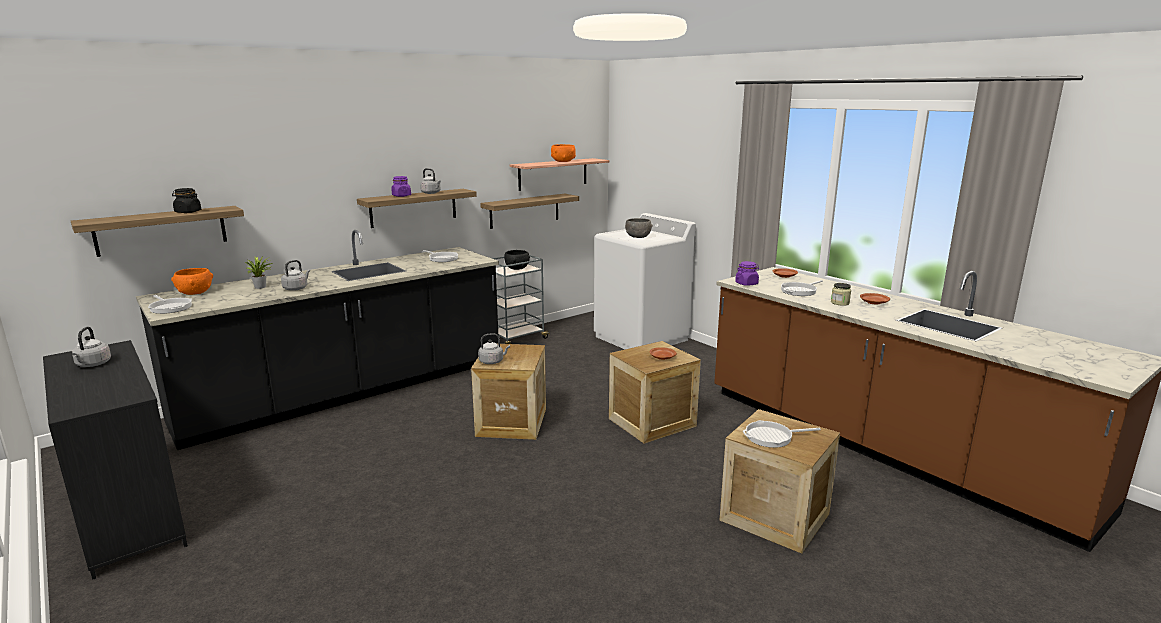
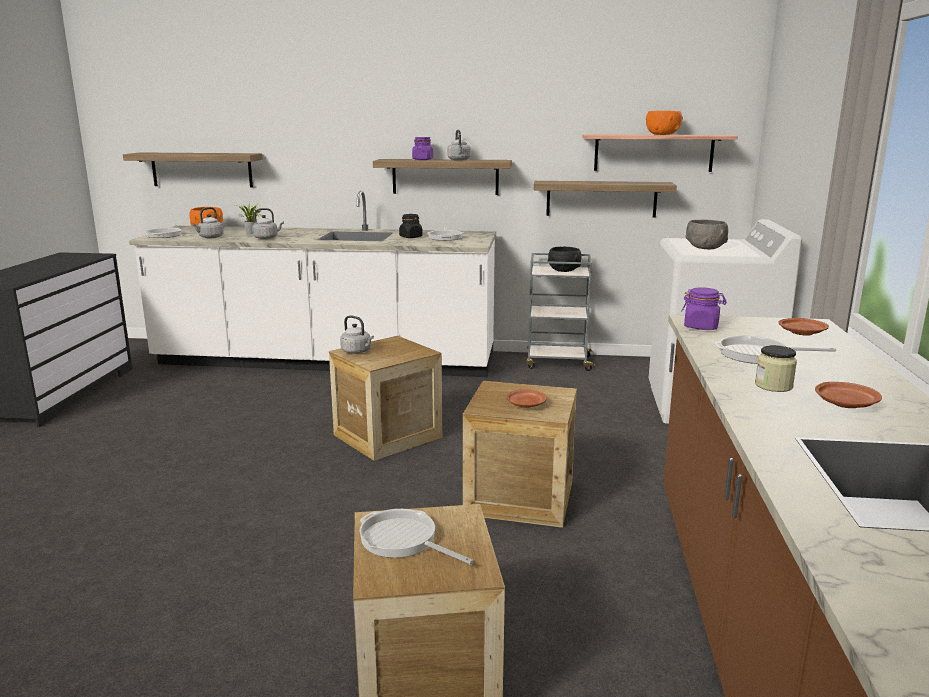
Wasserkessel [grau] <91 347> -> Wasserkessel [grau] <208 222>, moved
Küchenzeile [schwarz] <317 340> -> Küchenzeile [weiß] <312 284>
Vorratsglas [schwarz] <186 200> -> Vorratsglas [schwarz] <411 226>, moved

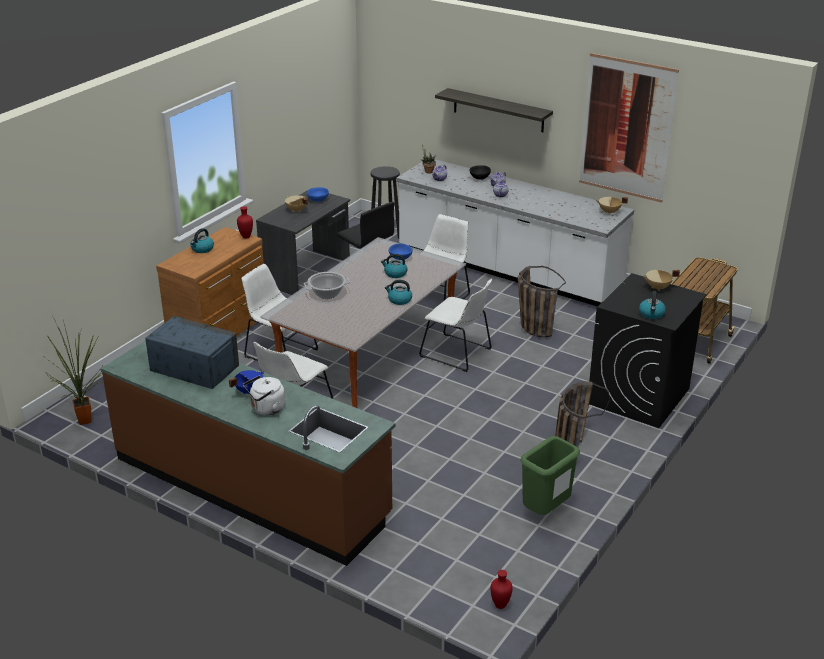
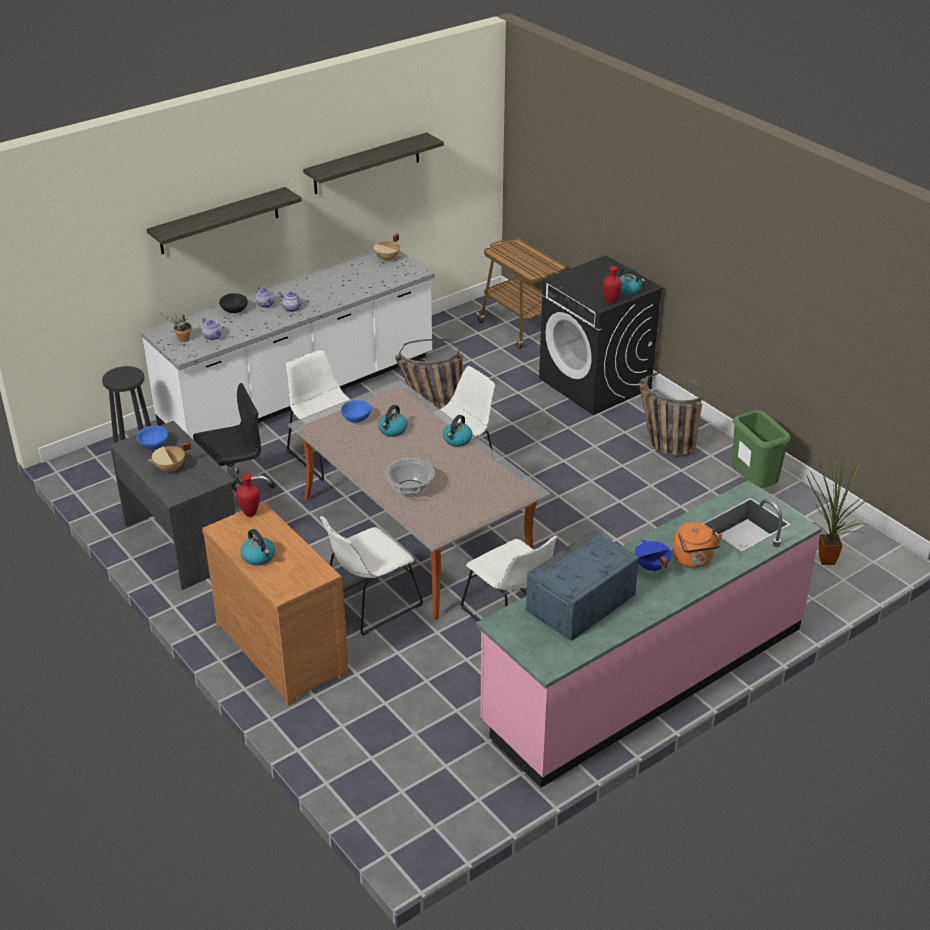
Topfpflanze <75 371> -> Topfpflanze <839 507>, moved
Küchenzeile [braun] <248 453> -> Küchenzeile [rosa] <649 634>
Wasserkessel [weiß] <264 395> -> Wasserkessel [orange] <697 545>
Vase [rot] <501 589> -> Vase [rot] <612 285>, moved
Bild <629 128> -> Wandregal <373 163>
Kochtopf [beige] <661 280> -> none

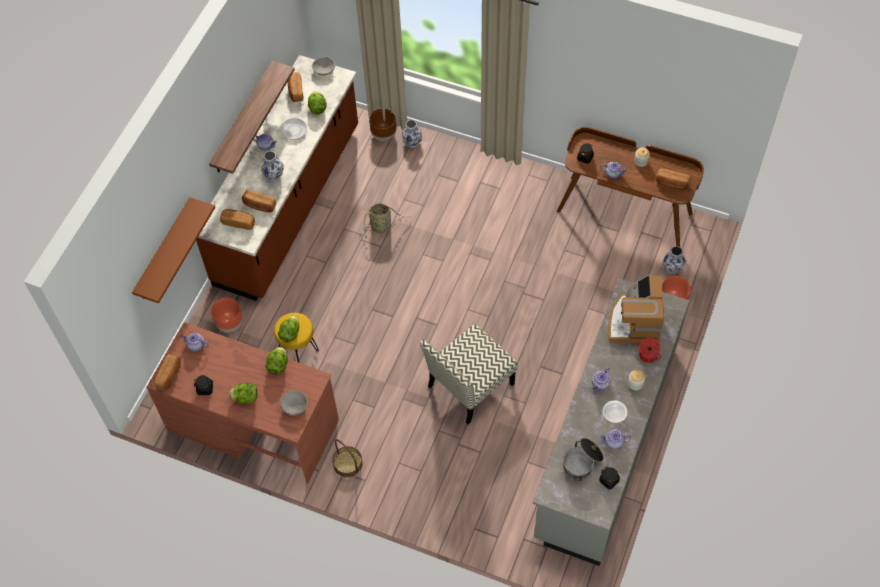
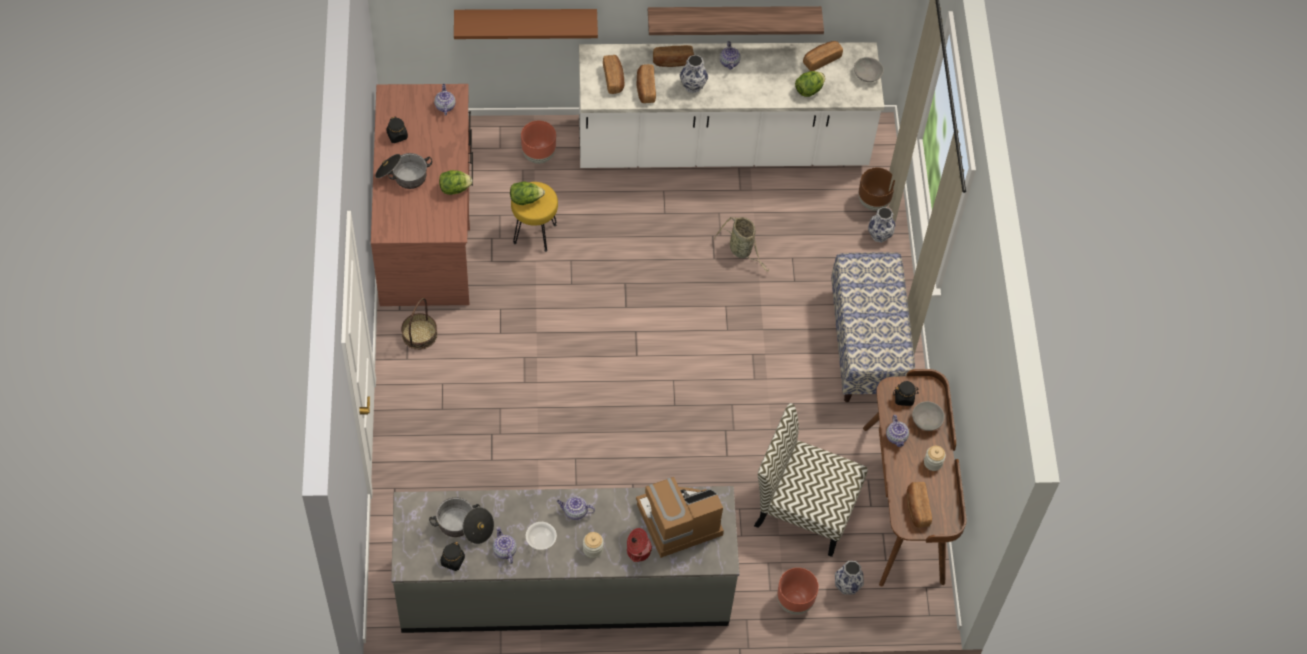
Brot <167 372> -> Brot <673 56>, moved
Küchenzeile [braun] <277 178> -> Küchenzeile [weiß] <731 105>
Salatkopf <243 393> -> Kochtopf <403 171>
Pfanne <284 129> -> none
Schüssel [grau] <294 402> -> Schüssel [grau] <928 416>, moved
Stuhl <469 374> -> Stuhl <811 480>, moved
none -> Bank <873 327>

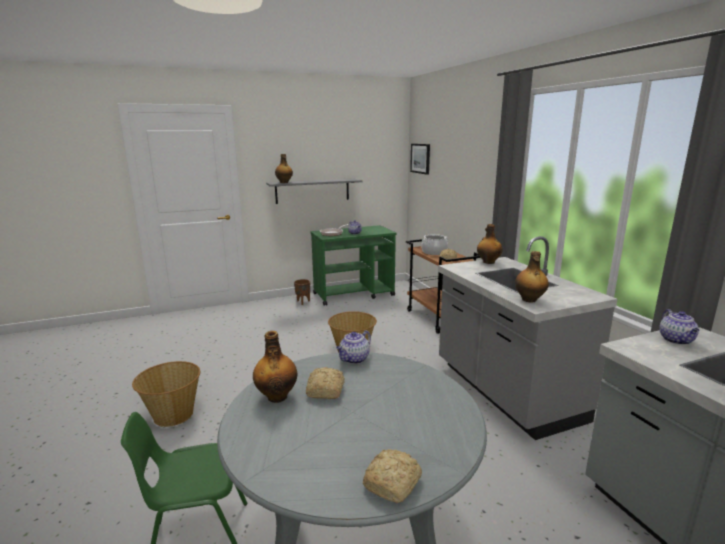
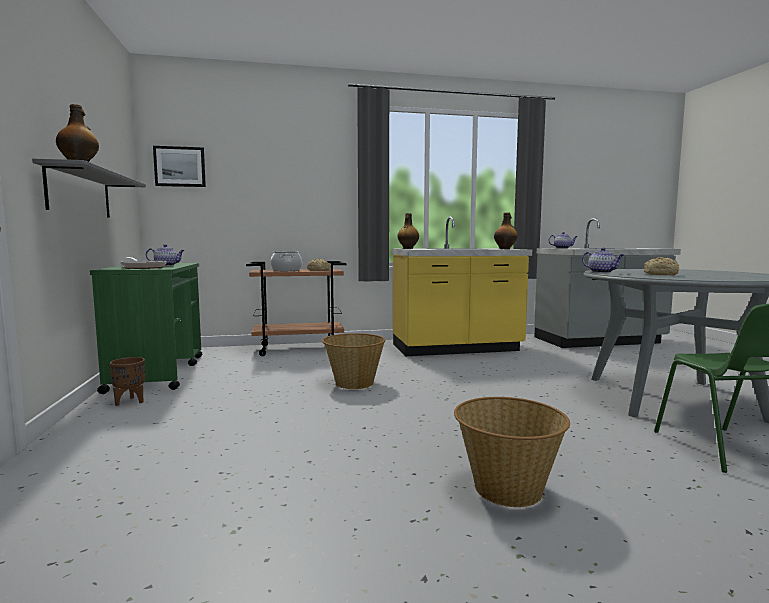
Flasche <275 367> -> none
Brot <392 476> -> none
Küchenzeile [grau] <528 338> -> Küchenzeile [gelb] <462 286>

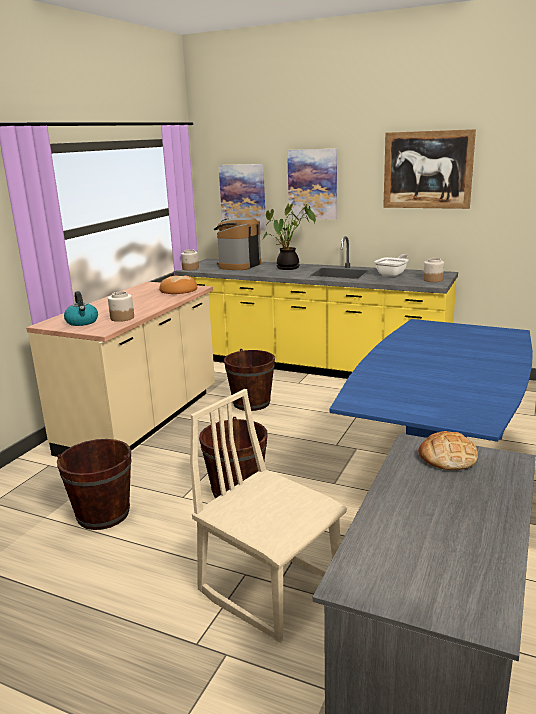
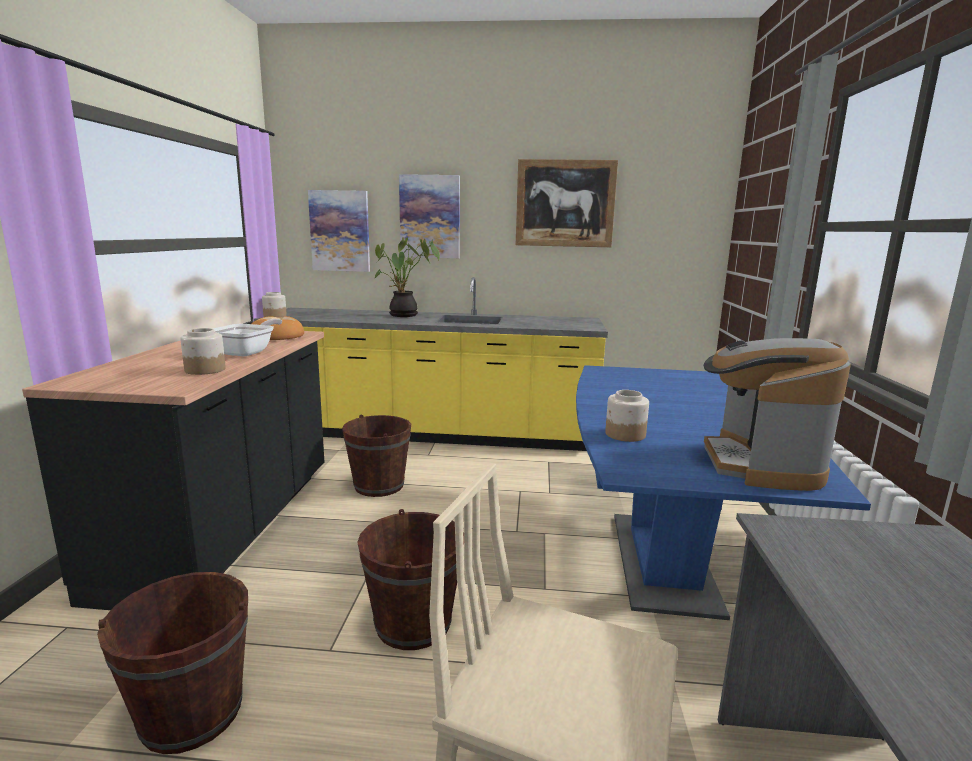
Küchenzeile [beige] <120 369> -> Küchenzeile [schwarz] <173 470>
Wasserkessel <81 308> -> none
Kaffeemaschine <237 243> -> Kaffeemaschine <777 414>, moved
Pfanne <391 265> -> Pfanne <247 337>, moved
Brot <448 450> -> none
Vorratsglas <433 270> -> Vorratsglas <627 416>, moved

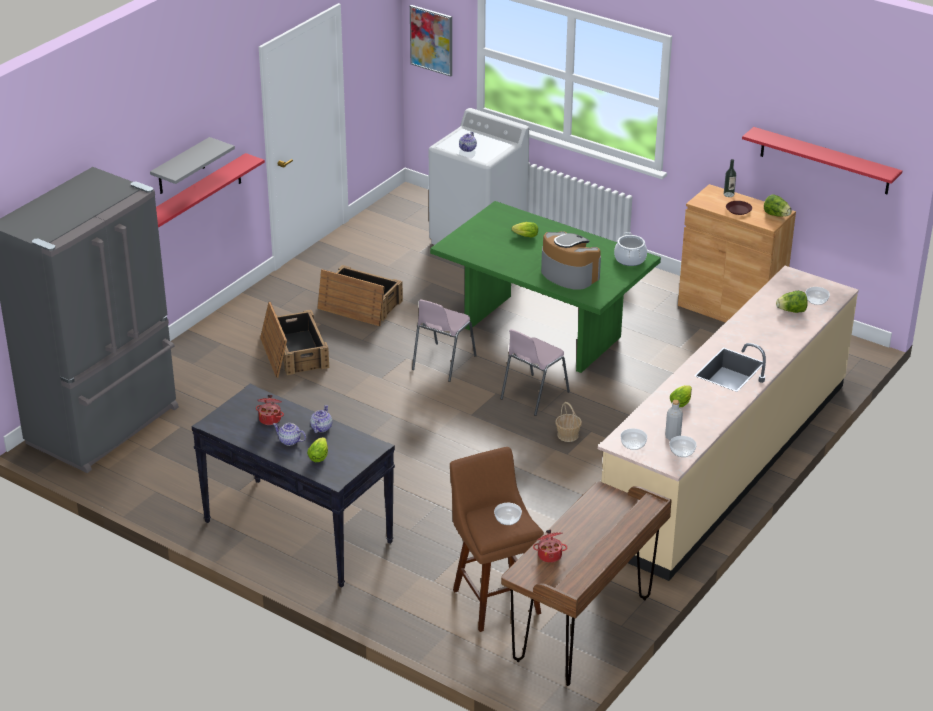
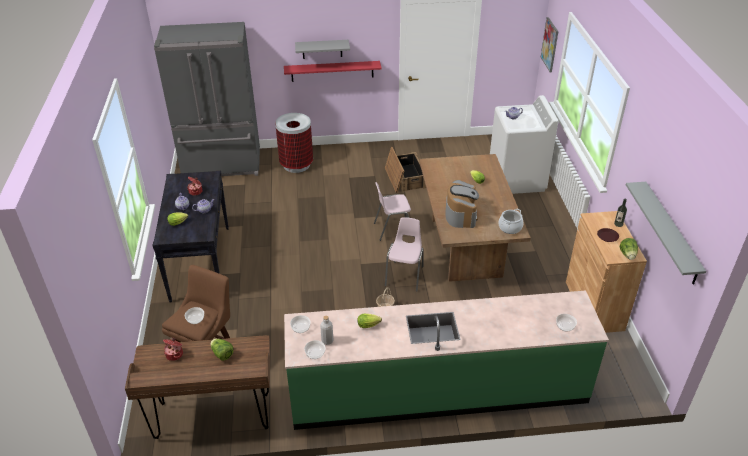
Kiste <294 340> -> none
Esstisch [grün] <545 287> -> Esstisch [braun] <475 218>
Stuhl [rosa] <535 372> -> Stuhl [rosa] <404 254>, 105 degrees clockwise
Küchenzeile [beige] <728 423> -> Küchenzeile [grün] <446 360>
Wandregal [rot] <822 160> -> Wandregal [grau] <666 233>
Salatkopf <792 302> -> Salatkopf <222 350>, moved
none -> Mülleimer <294 143>

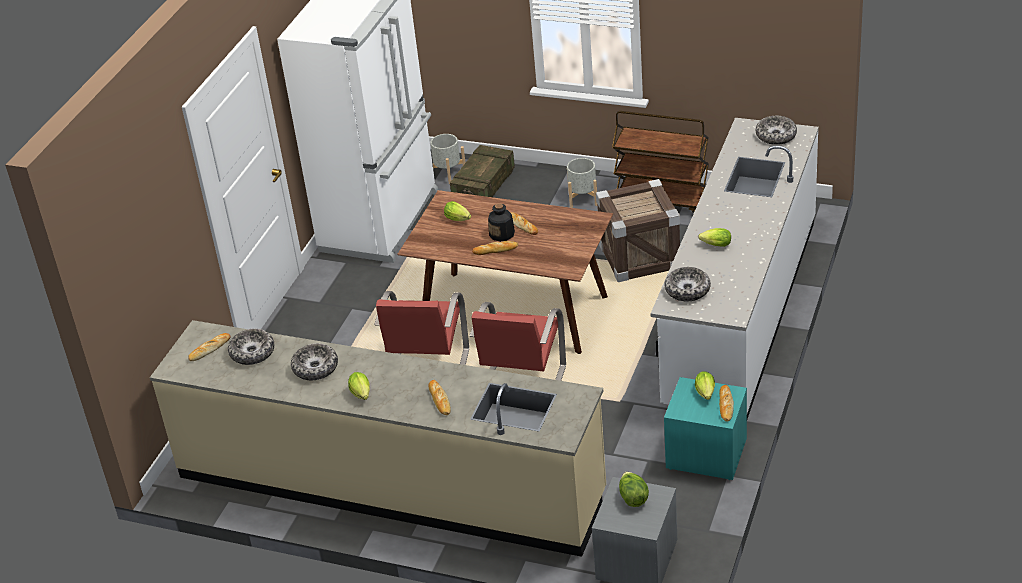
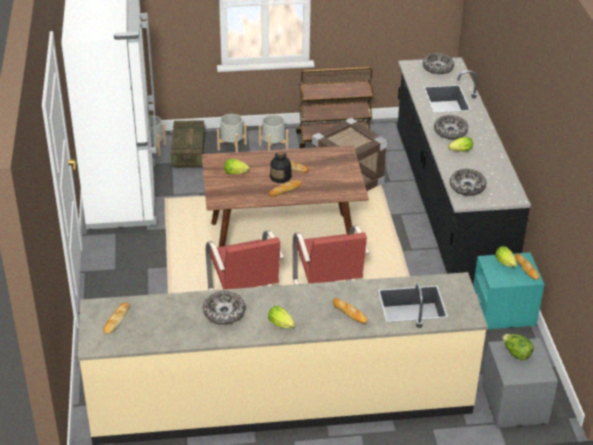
Schüssel <251 347> -> Schüssel <451 127>, moved
Küchenzeile [weiß] <735 268> -> Küchenzeile [schwarz] <464 170>
none -> Pflanzkübel [grau] <232 133>

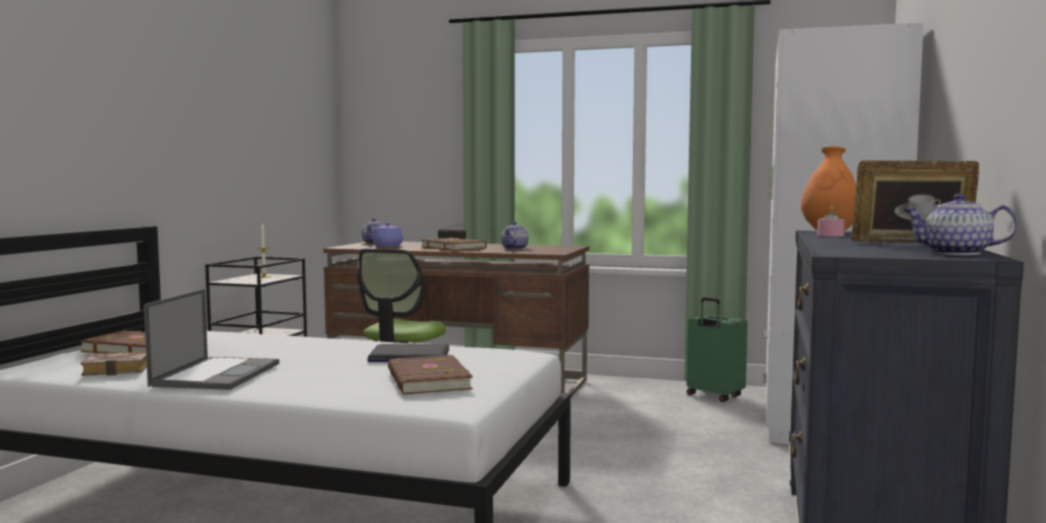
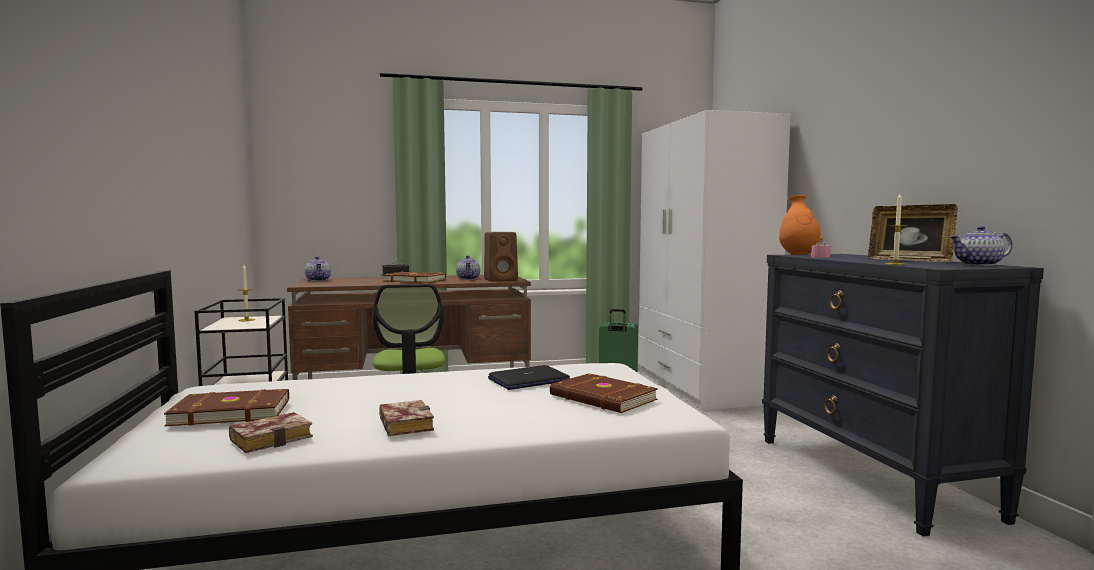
Laptop <211 339> -> Buch <406 418>
Teekanne [lila] <387 234> -> none
Bilderrahmen <915 202> -> Bilderrahmen <913 233>, 120 degrees counterclockwise
none -> Lautsprecher [braun] <501 257>
none -> Kerze <896 229>

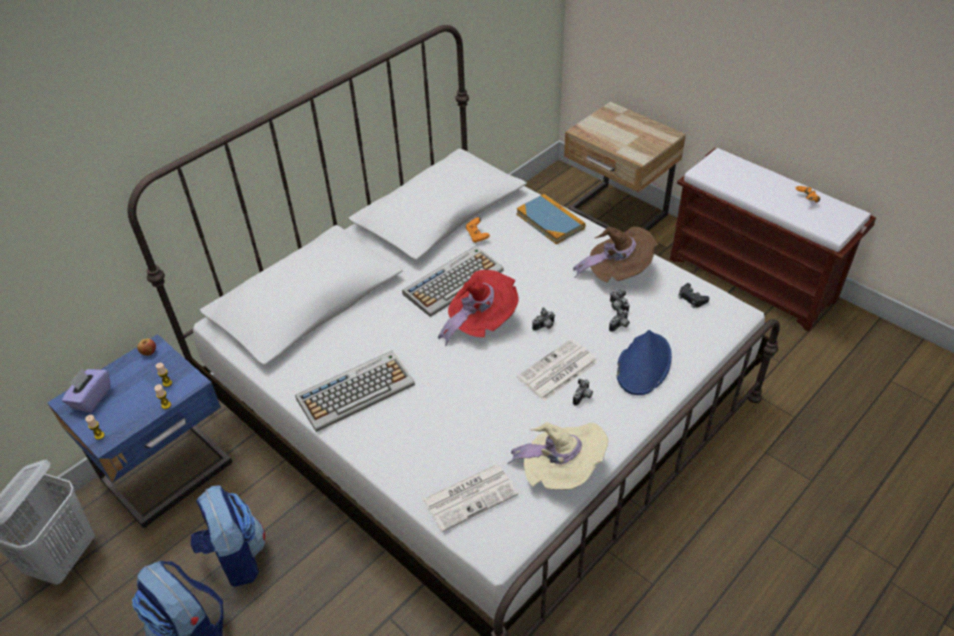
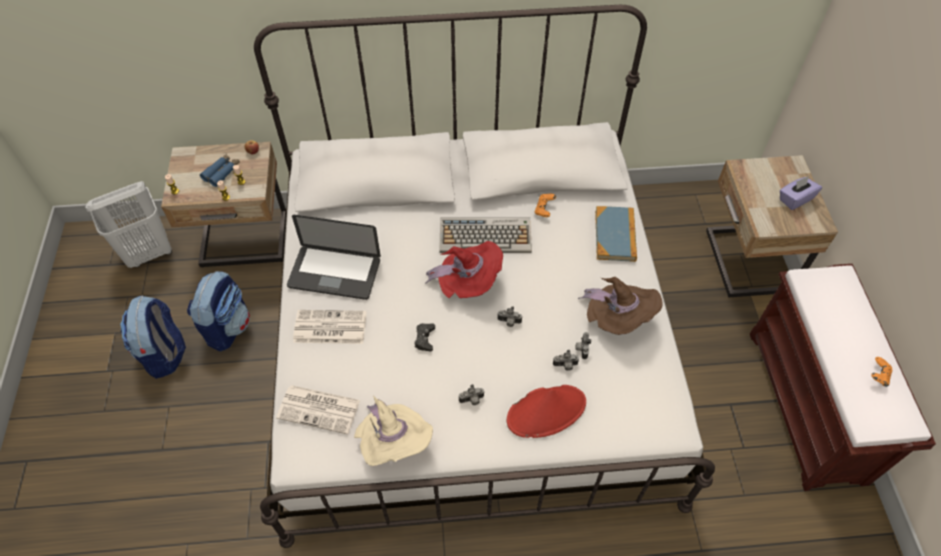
Nachttisch [blau] <140 431> -> Nachttisch [beige] <223 205>
Taschentuchbox [lila] <86 391> -> Taschentuchbox [lila] <801 193>, moved
Tastatur <355 391> -> Laptop <334 257>
Zeitung <557 370> -> Zeitung <329 327>, moved
Hut [blau] <644 362> -> Hut [rot] <546 411>
Gamepad [schwarz] <693 295> -> Gamepad [schwarz] <425 337>, moved
none -> Fernglas [blau] <220 170>

